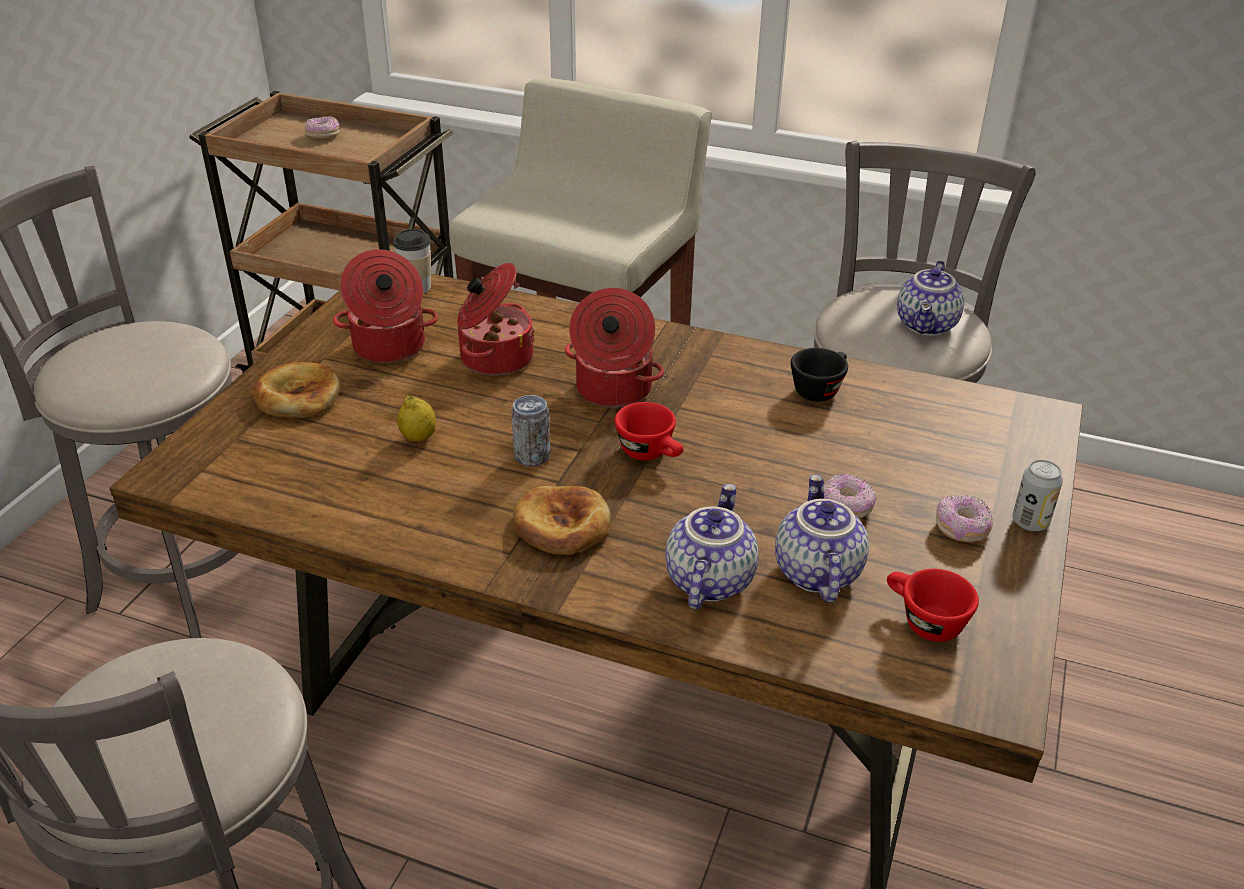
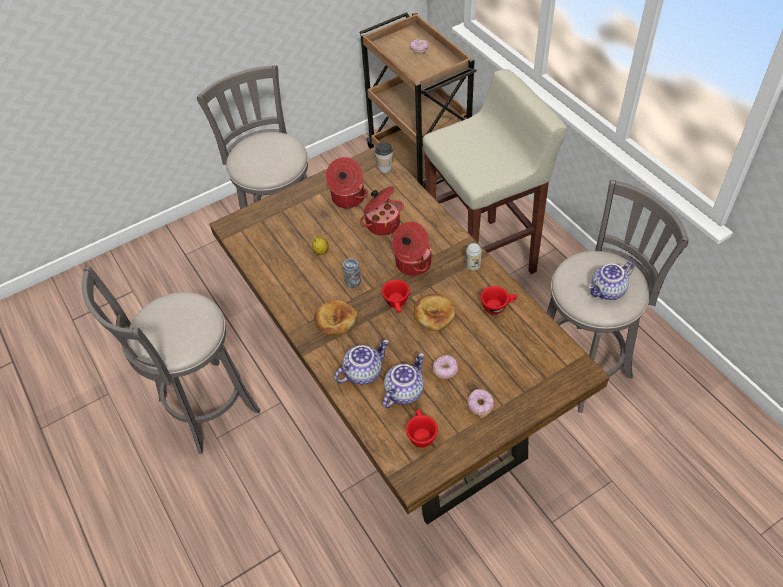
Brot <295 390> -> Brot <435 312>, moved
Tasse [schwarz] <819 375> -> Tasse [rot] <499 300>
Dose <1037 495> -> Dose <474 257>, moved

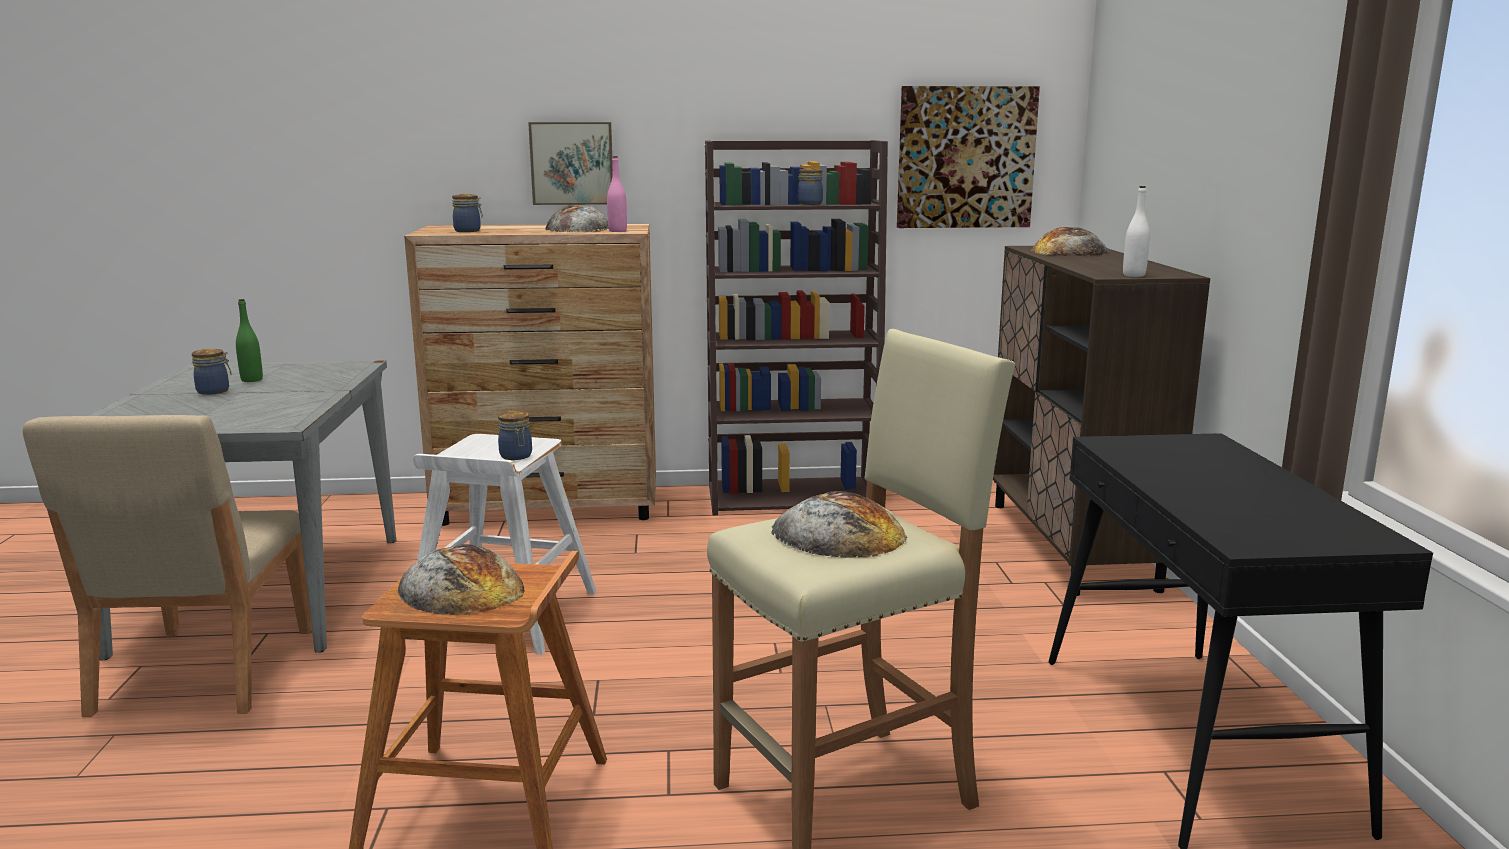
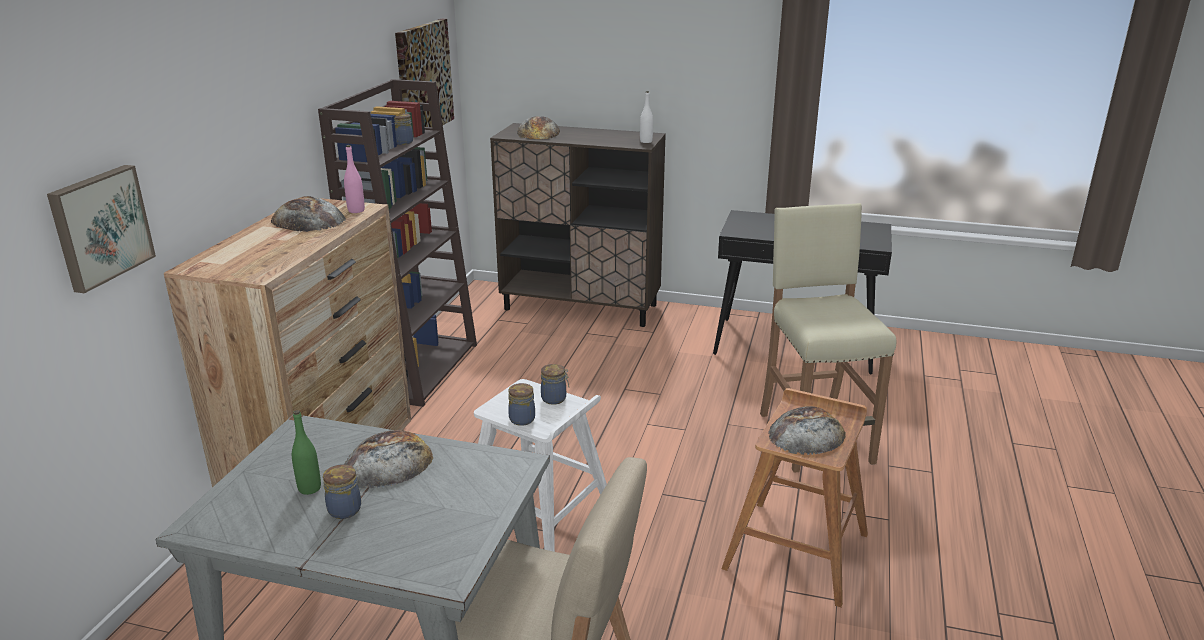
Vorratsglas <467 213> -> Vorratsglas <521 404>, moved
Bild <570 163> -> Bild <101 229>, moved
Brot <839 524> -> Brot <389 459>, moved

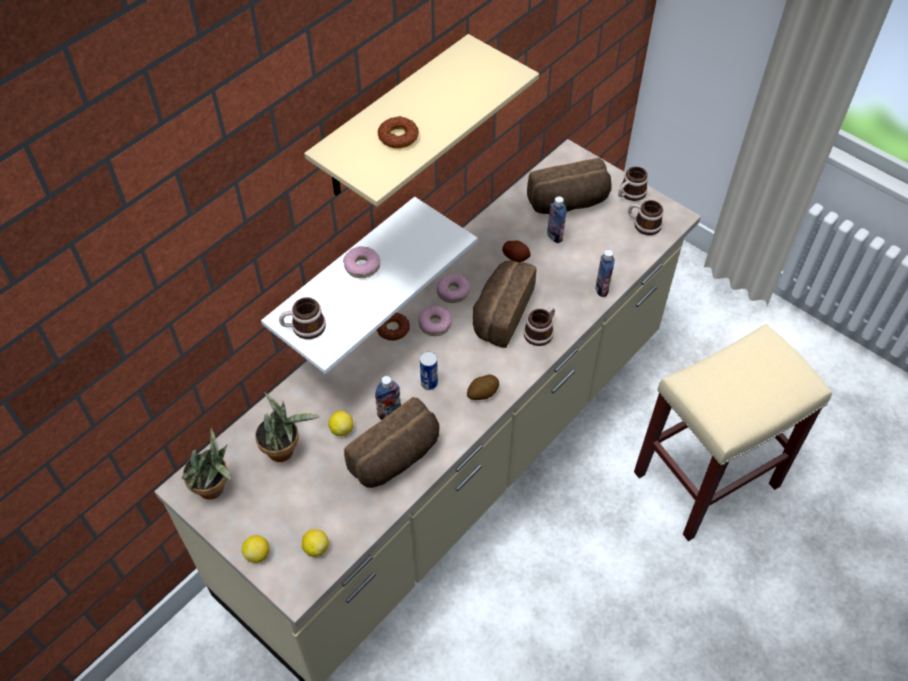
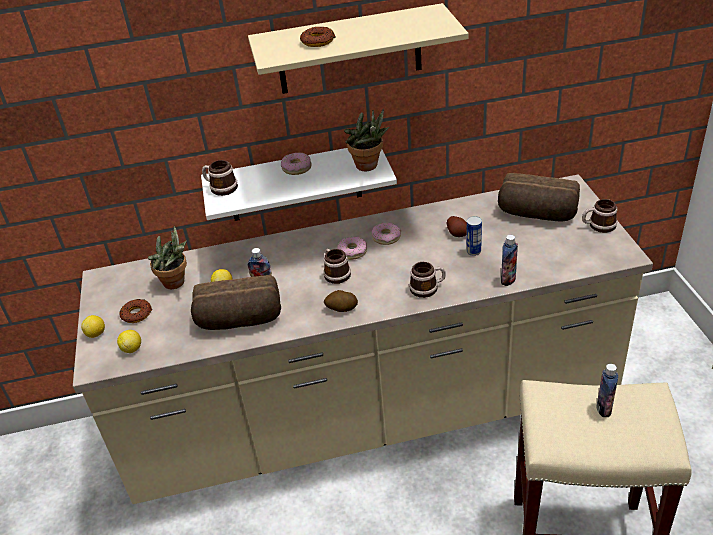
Topfpflanze <206 464> -> Topfpflanze <366 139>, moved
Donut <393 327> -> Donut <135 311>, moved
Dose <429 370> -> Dose <474 236>, moved
Brot <504 304> -> none
Flasche <556 219> -> Flasche <607 390>, moved
Henkelbecher <646 217> -> Henkelbecher <337 266>, moved

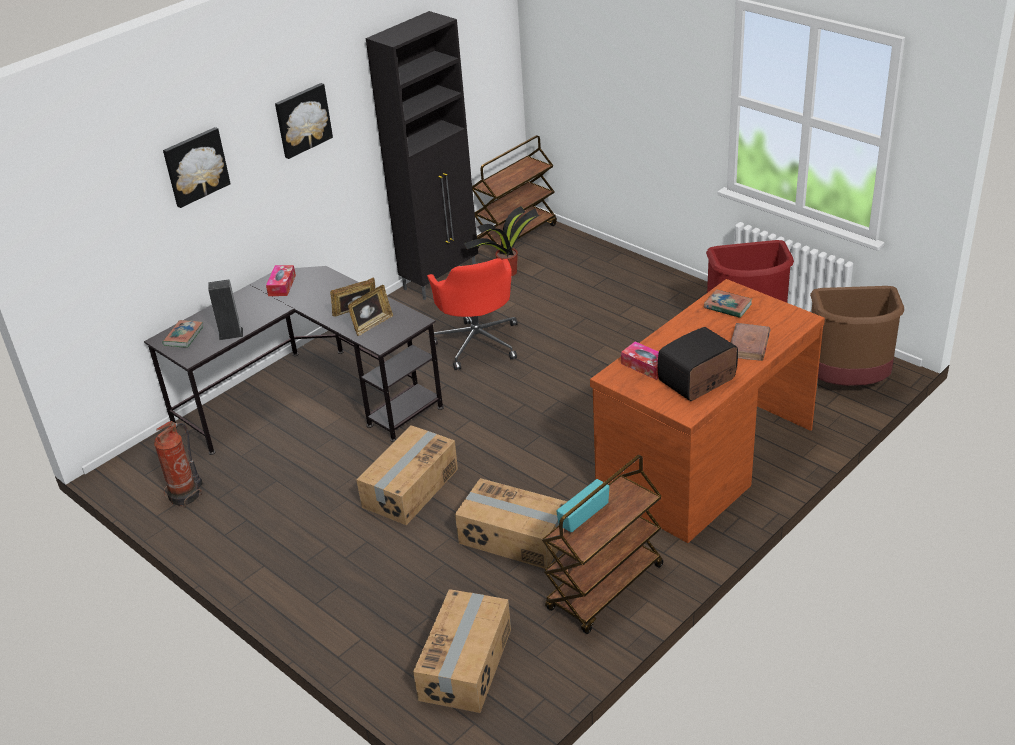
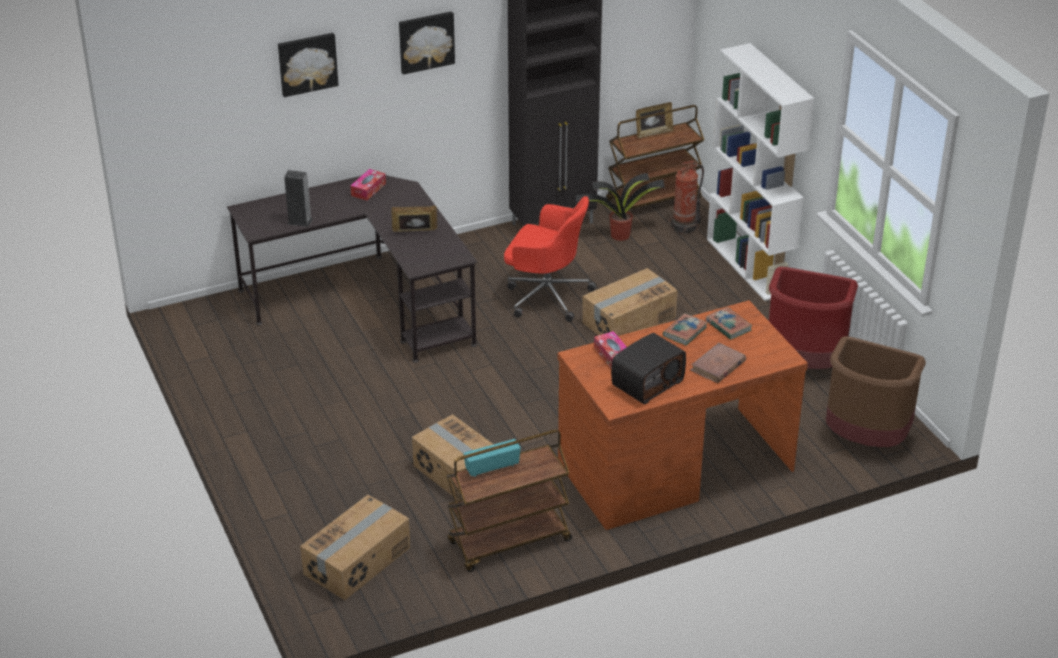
Feuerlöscher <178 464> -> Feuerlöscher <686 198>, moved
Buch <183 334> -> Buch <685 329>, moved
Bilderrahmen <370 310> -> Bilderrahmen <655 120>, moved
Karton <407 475> -> Karton <630 302>, moved
Bürostuhl [rot] <472 314> -> Bürostuhl [rot] <550 259>, 75 degrees counterclockwise
Radio <698 364> -> Radio <648 368>, 150 degrees clockwise
none -> Bücherregal [weiß] <760 172>

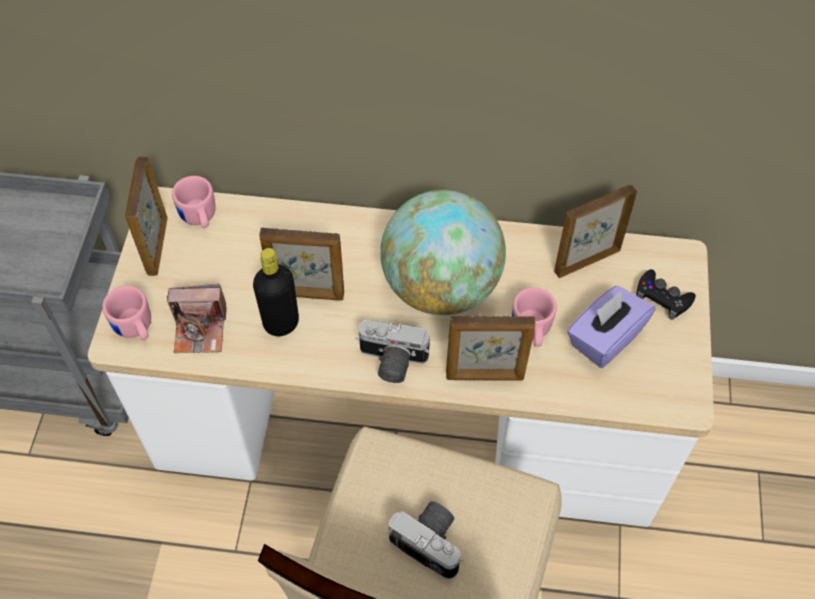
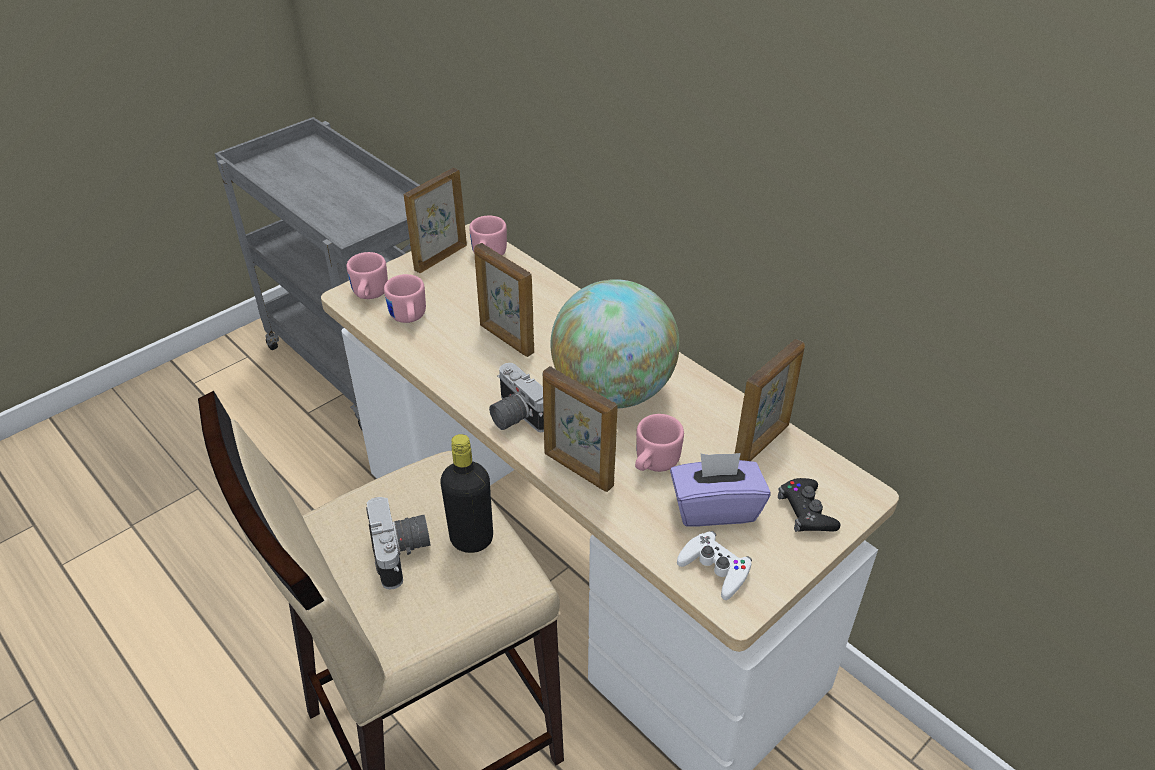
Kamera <197 318> -> Henkelbecher [rosa] <405 298>
Flasche [schwarz] <276 292> -> Flasche [schwarz] <466 493>, moved
Bilderrahmen <595 231> -> Bilderrahmen <770 400>, 120 degrees clockwise
none -> Gamepad [weiß] <714 565>

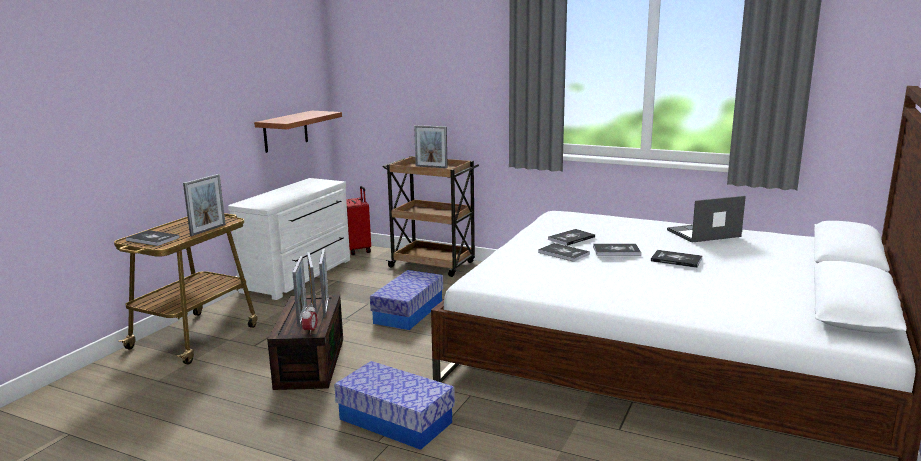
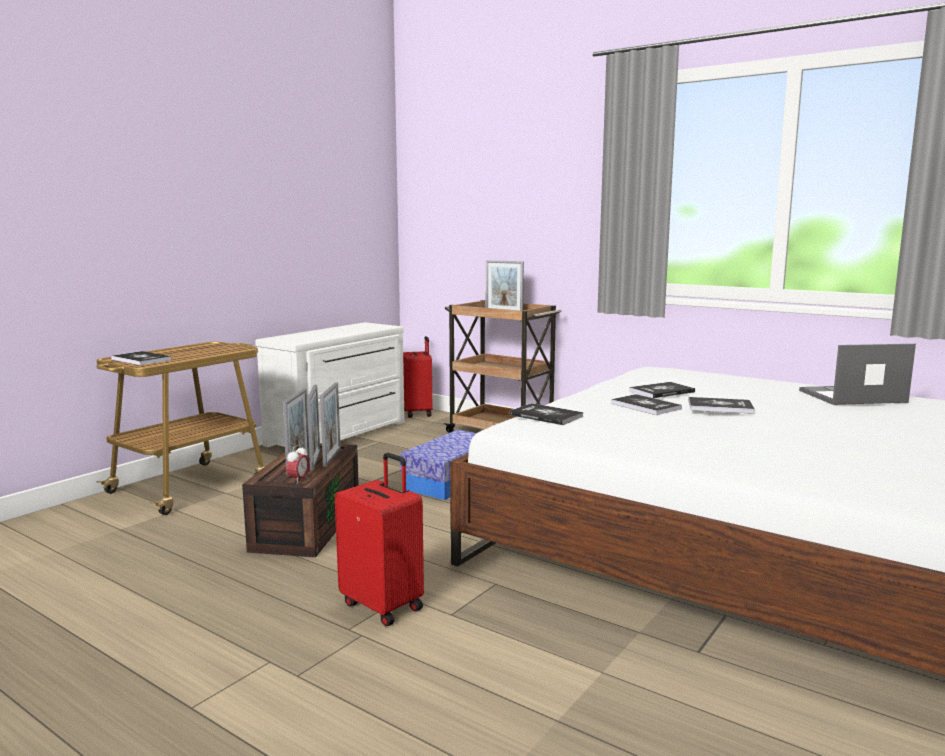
Bilderrahmen <204 205> -> none
Wandregal <298 132> -> none
Aufbewahrungsbox <394 405> -> Koffer [rot] <379 539>
Buch <676 259> -> Buch <546 414>, moved

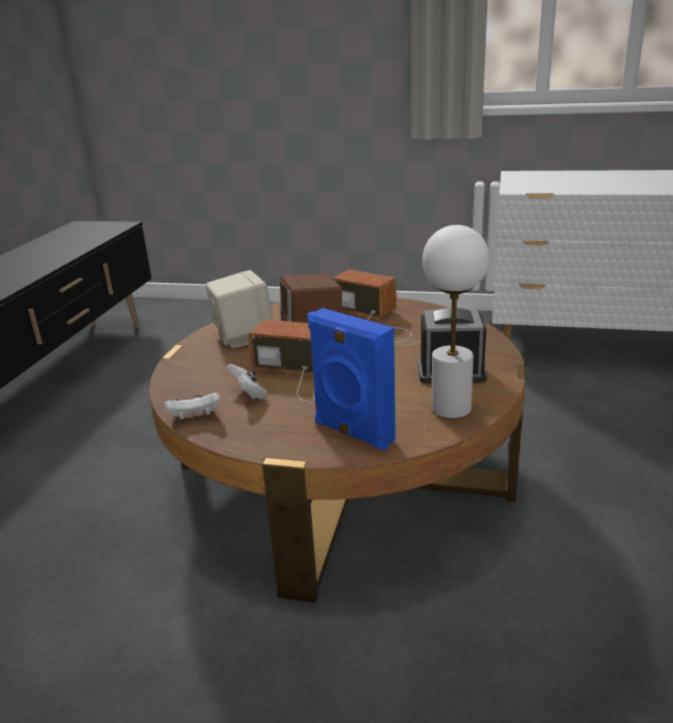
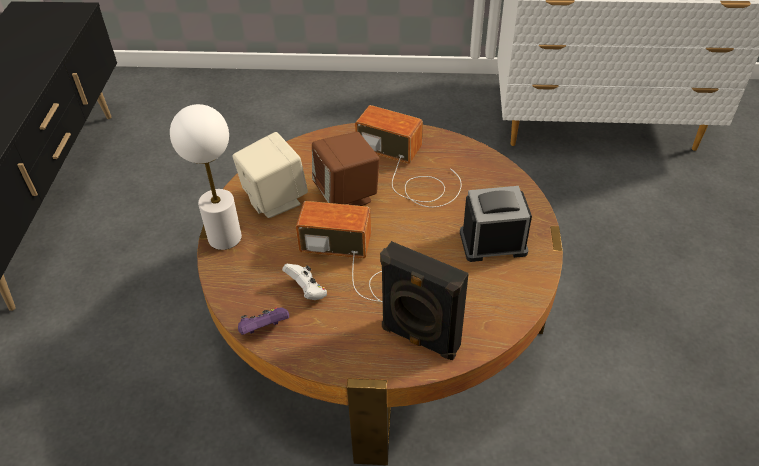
Gamepad [weiß] <192 406> -> Gamepad [lila] <263 321>
Lautsprecher [blau] <351 379> -> Lautsprecher [schwarz] <424 300>
Tischlampe [weiß] <455 321> -> Tischlampe [weiß] <206 177>, moved

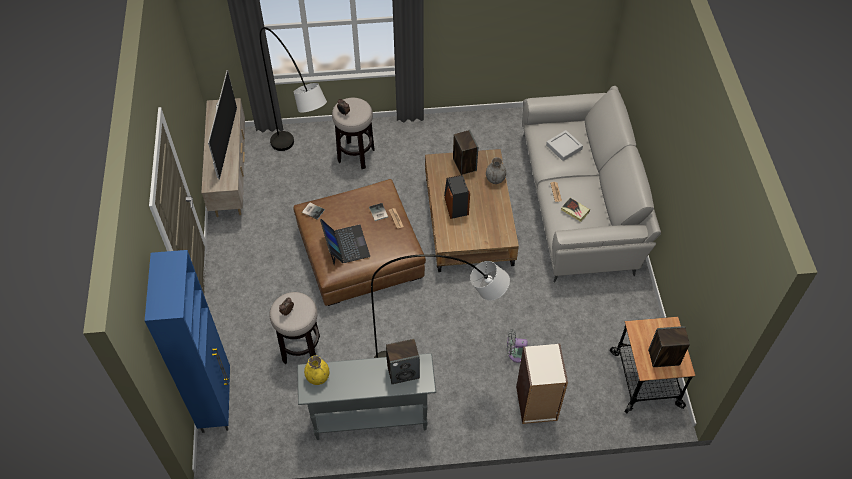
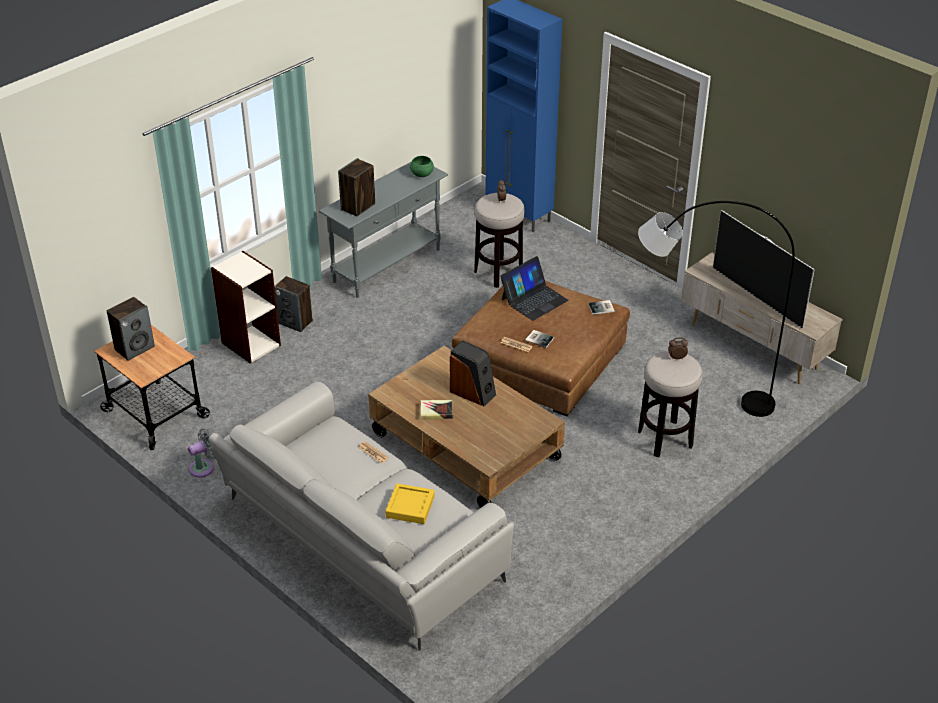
Vase [gelb] <317 370> -> Schüssel [grün] <422 166>
Laptop <345 242> -> Laptop <534 288>, 75 degrees counterclockwise
Stehlampe [grau] <440 306> -> none
Lautsprecher <465 152> -> Lautsprecher <293 304>, moved
Vase [grau] <496 170> -> none
Ventilator [grau] <517 346> -> Ventilator [grau] <201 453>, moved
Tablett [grau] <564 145> -> Tablett [gelb] <410 503>
Buch <575 210> -> Buch <436 410>, moved

